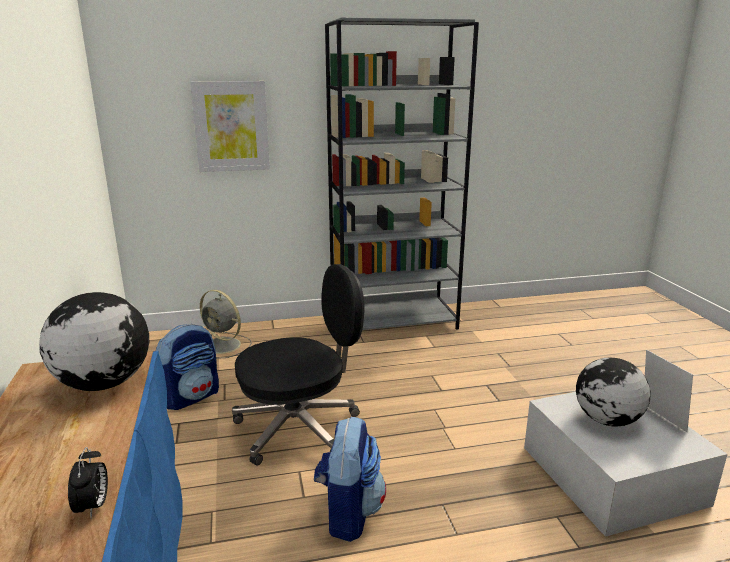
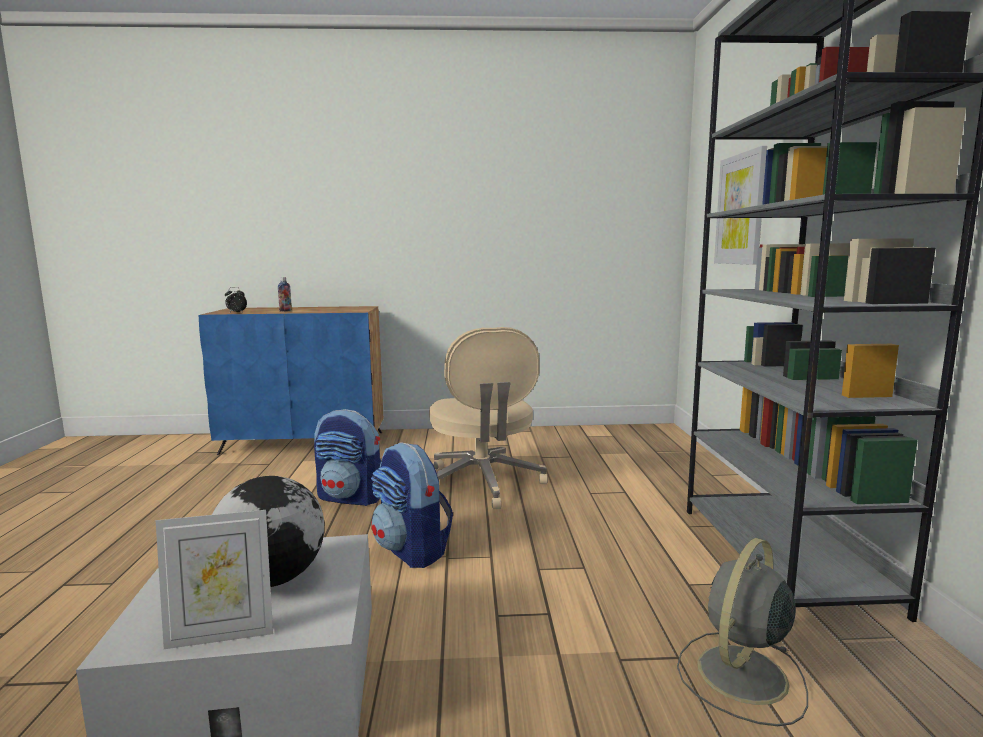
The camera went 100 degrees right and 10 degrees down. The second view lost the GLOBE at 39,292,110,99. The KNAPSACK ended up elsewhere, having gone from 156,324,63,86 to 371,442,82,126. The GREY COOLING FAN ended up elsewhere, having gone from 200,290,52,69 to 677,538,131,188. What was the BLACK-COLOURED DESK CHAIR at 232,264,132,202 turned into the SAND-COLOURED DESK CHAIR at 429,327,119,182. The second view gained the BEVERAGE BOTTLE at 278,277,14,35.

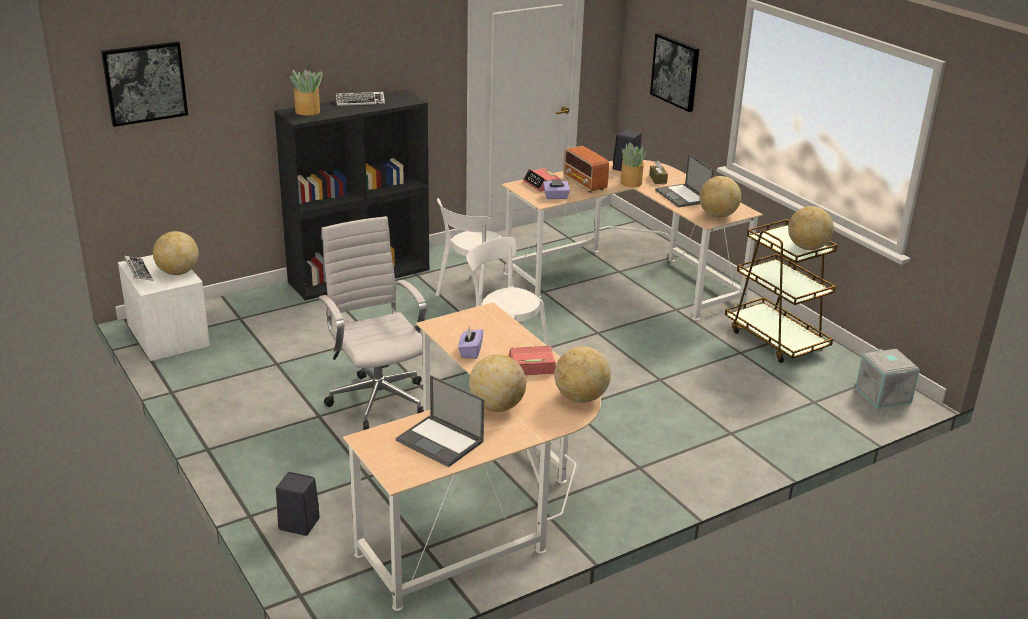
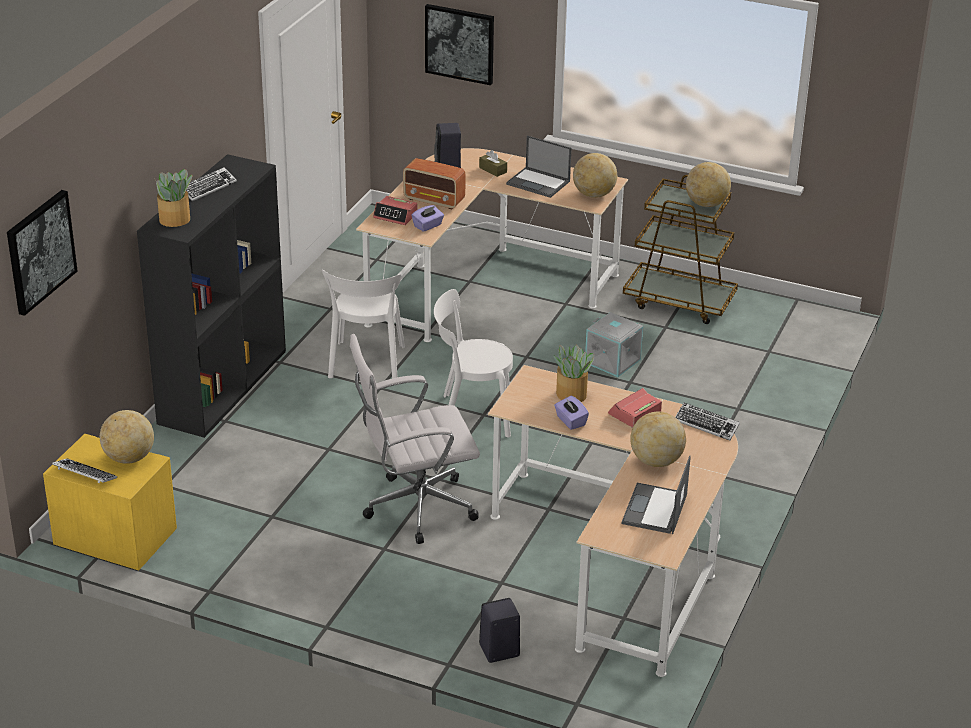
The camera went 35 degrees left and 5 degrees up. What was the WHITISH NIGHT TABLE at 118,255,92,106 turned into the YELLOWISH NIGHT TABLE at 43,434,134,137. The WHITISH DESK CHAIR at 319,216,108,214 ended up facing another way, 45 degrees counterclockwise from before. The PORTABLE COMPUTER at 396,375,88,92 ended up facing another way, 105 degrees clockwise from before. Where the GLOBE stood at 554,346,57,57, the COMPUTER KEYBOARD came to stand at 675,403,65,37. The PLANT IN A POT ended up elsewhere, having gone from 620,143,26,45 to 553,345,41,57. The GREY STORAGE CONTAINER ended up elsewhere, having gone from 855,349,65,60 to 585,312,58,65.

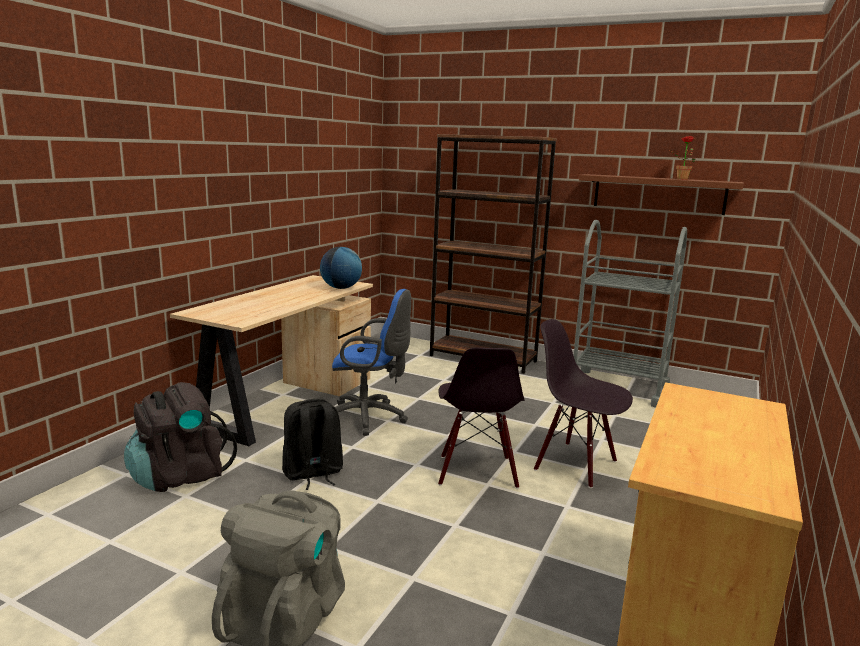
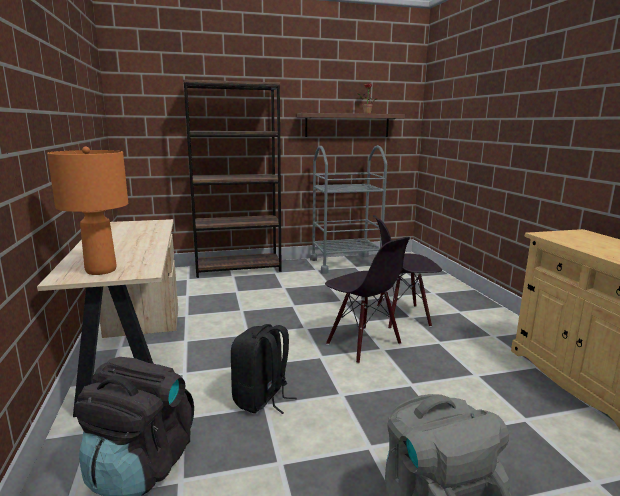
The camera went 40 degrees left and 0 degrees up. The second view lost the GLOBE at 320,247,42,42. The second view lost the BLUE DESK CHAIR at 332,289,79,147. The second view gained the ORANGE-COLOURED TABLETOP LAMP at 47,147,81,128.

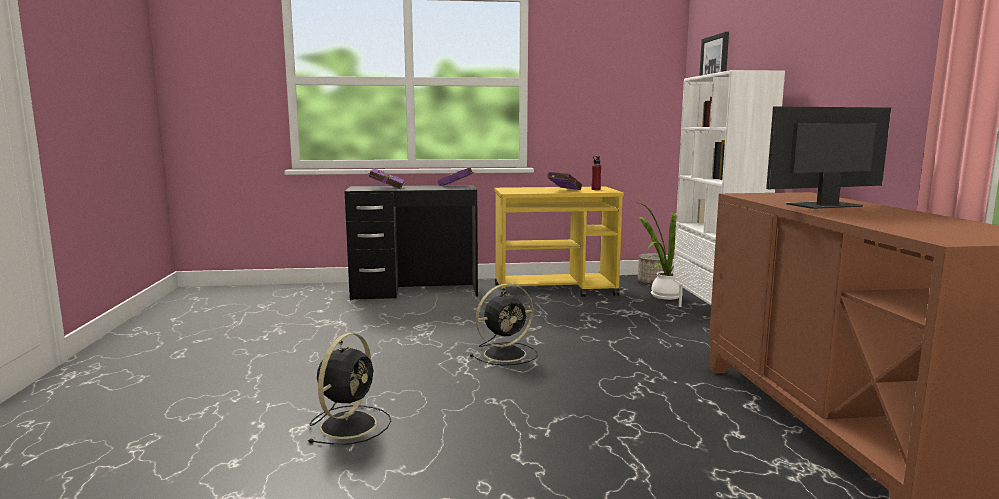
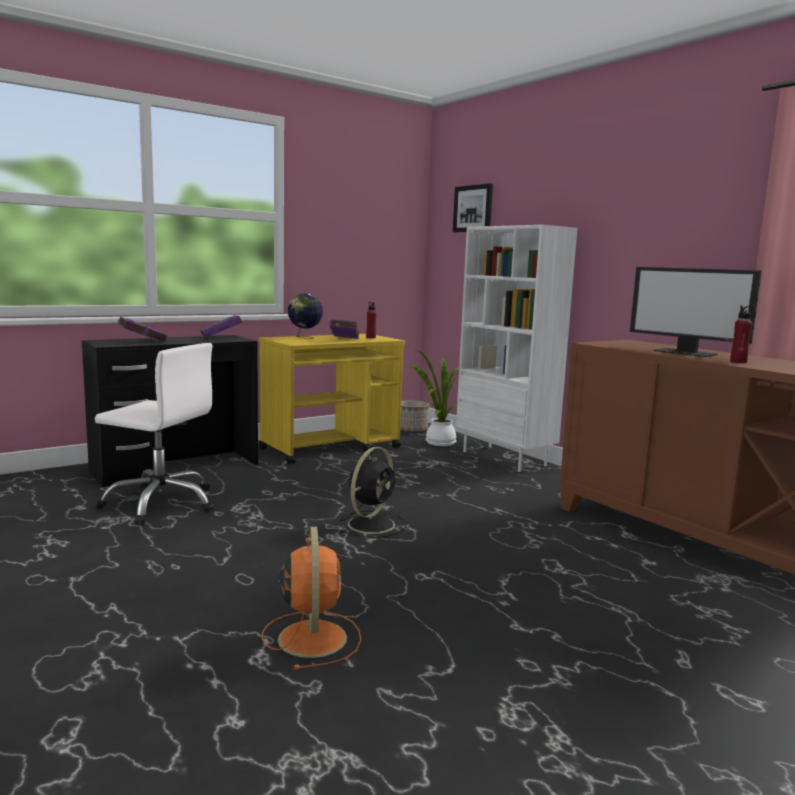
The camera went 30 degrees left and 0 degrees up. What was the BLACK-COLOURED COOLING FAN at 309,333,82,112 turned into the ORANGE-COLOURED COOLING FAN at 262,527,99,143. The MONITOR at 766,106,125,103 ended up facing another way, 90 degrees counterclockwise from before. The second view gained the WHITISH DESK CHAIR at 95,343,119,182. The second view gained the GLOBE at 288,293,35,46. The second view gained the RED-COLOURED BEVERAGE BOTTLE at 730,305,25,58.

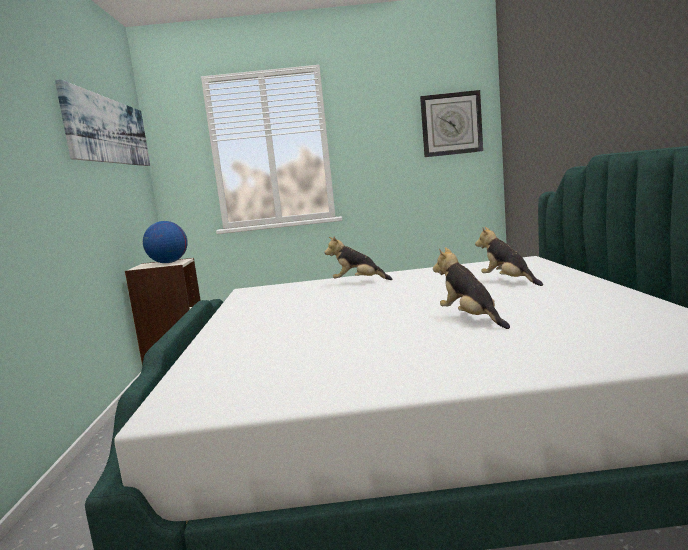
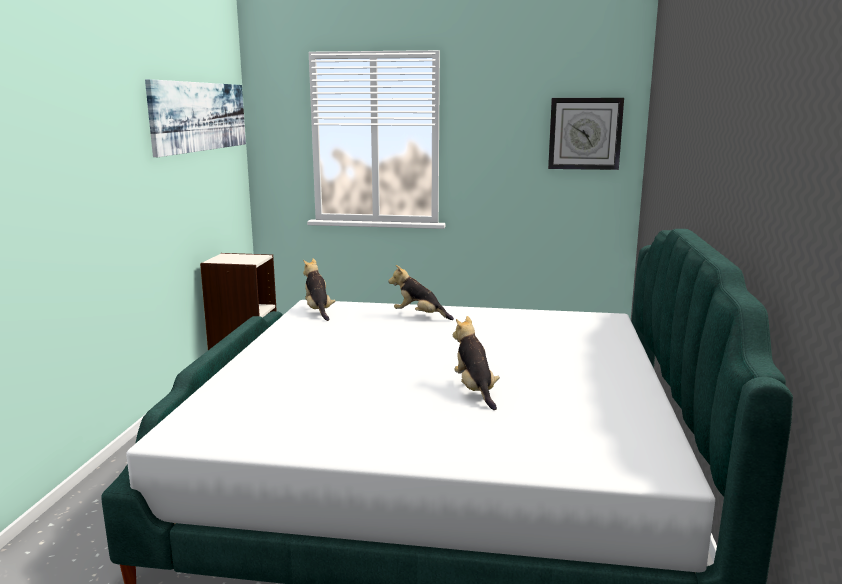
The camera went 10 degrees right and 5 degrees up. The second view lost the GLOBE at 143,221,45,42. The SOFT TOY ended up elsewhere, having gone from 475,227,68,59 to 303,258,32,63.

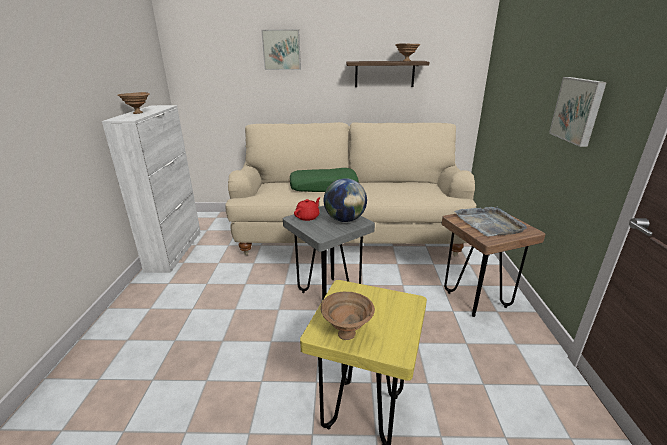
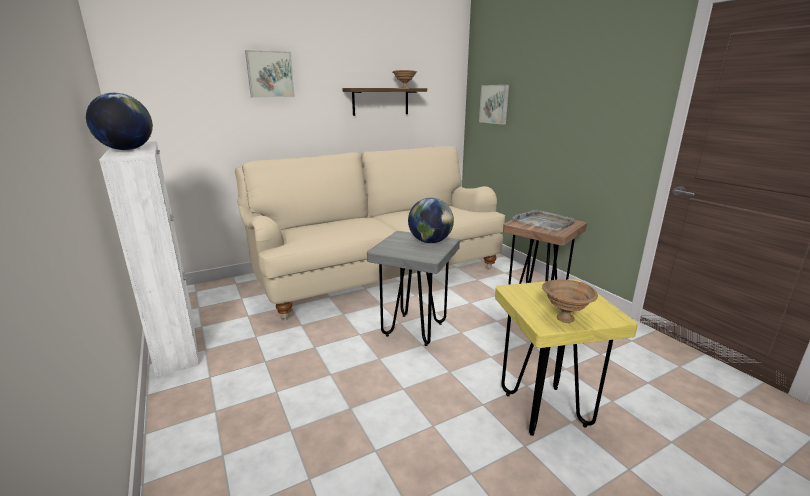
The camera went 30 degrees left and 5 degrees down. Where the BROWN-COLOURED DEEP DISH stood at 117,92,33,22, the GLOBE came to stand at 86,93,67,57. The second view lost the GREEN CUSHION at 290,168,69,24. The second view lost the RED-COLOURED POT FOR TEA at 294,197,27,24. The WALL ART ended up elsewhere, having gone from 549,77,58,70 to 479,85,30,40.

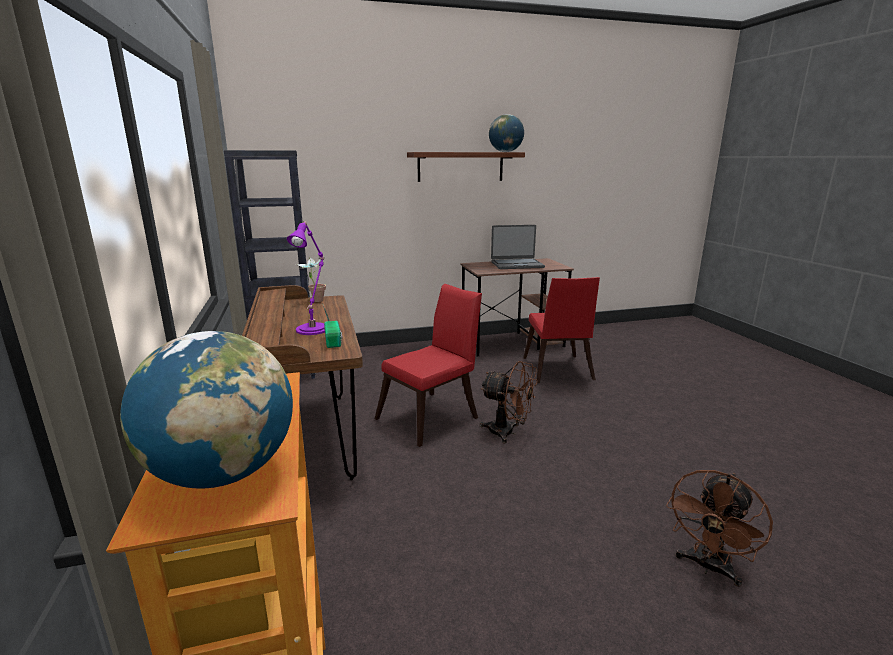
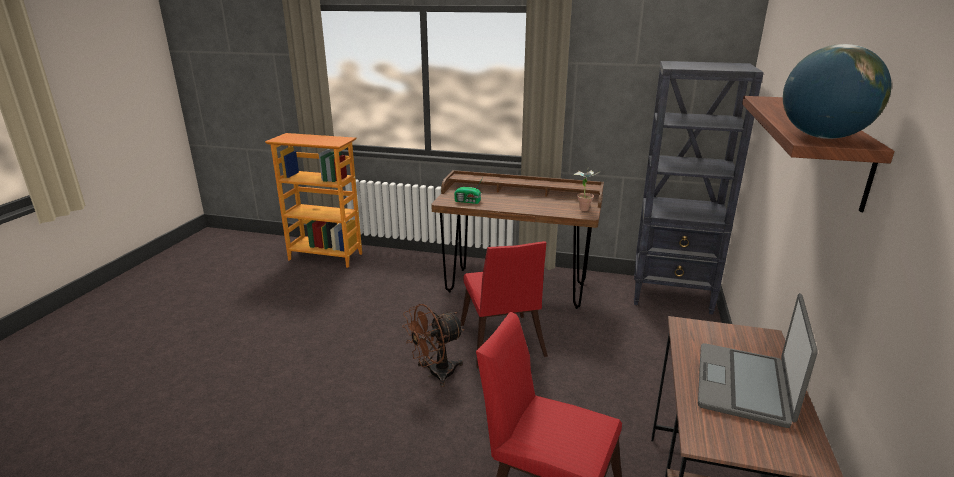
The camera went 120 degrees right and 5 degrees up. The second view lost the GLOBE at 120,331,173,158. The second view lost the PURPLE-COLOURED TABLETOP LAMP at 287,221,38,114. The second view lost the BROWN-COLOURED COOLING FAN at 666,470,107,117.

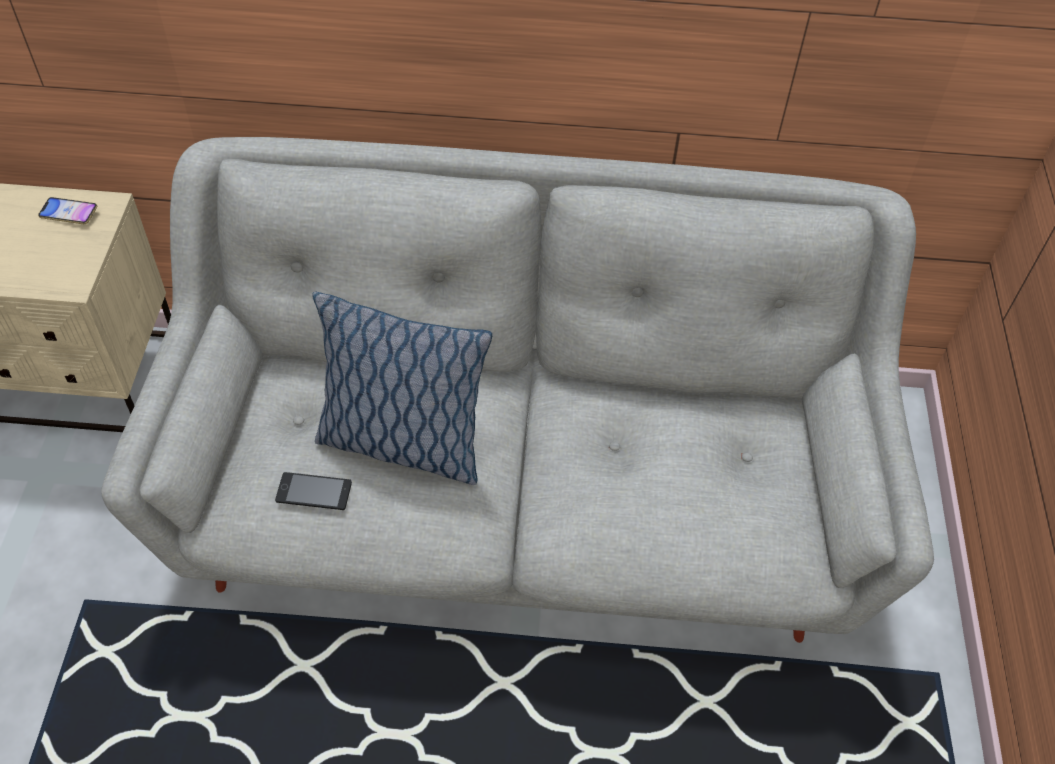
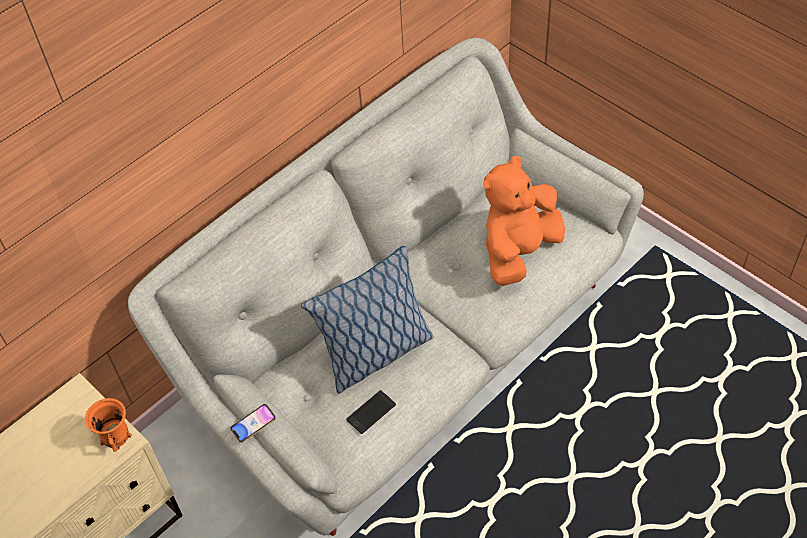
The camera went 45 degrees left and 0 degrees up. The TELEPHONE ended up elsewhere, having gone from 38,197,59,27 to 230,404,46,39. The second view gained the ORANGE-COLOURED COFFEE MUG at 85,398,47,54. The second view gained the ORANGE-COLOURED SOFT TOY at 483,156,82,130.

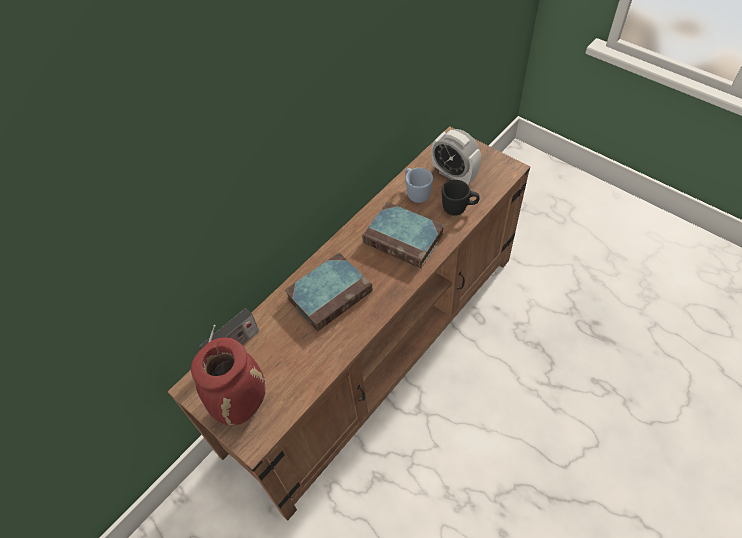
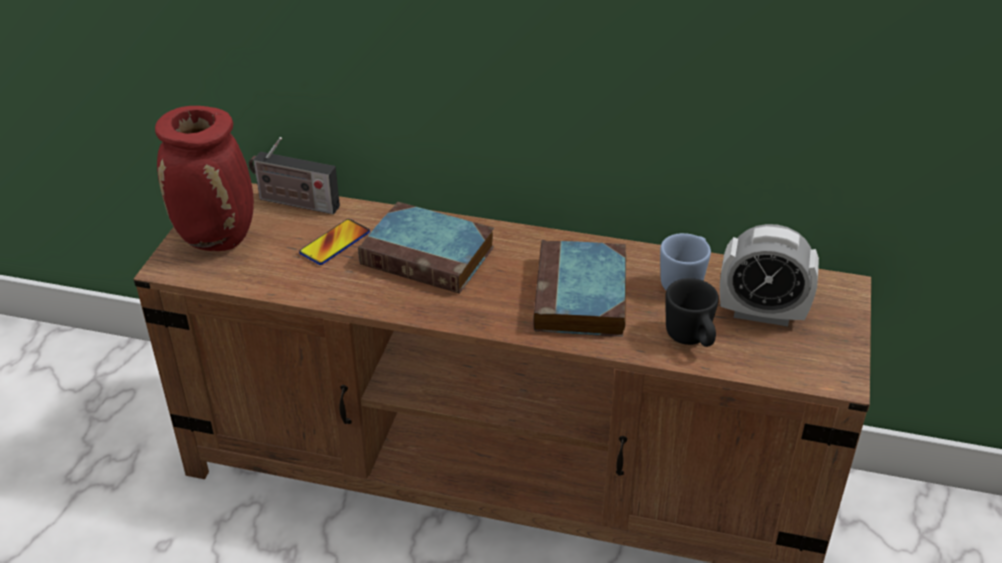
The camera went 60 degrees right and 15 degrees down. The BEDSIDE CLOCK at 431,129,50,55 ended up facing another way, 90 degrees counterclockwise from before. The second view gained the TELEPHONE at 299,219,71,46.

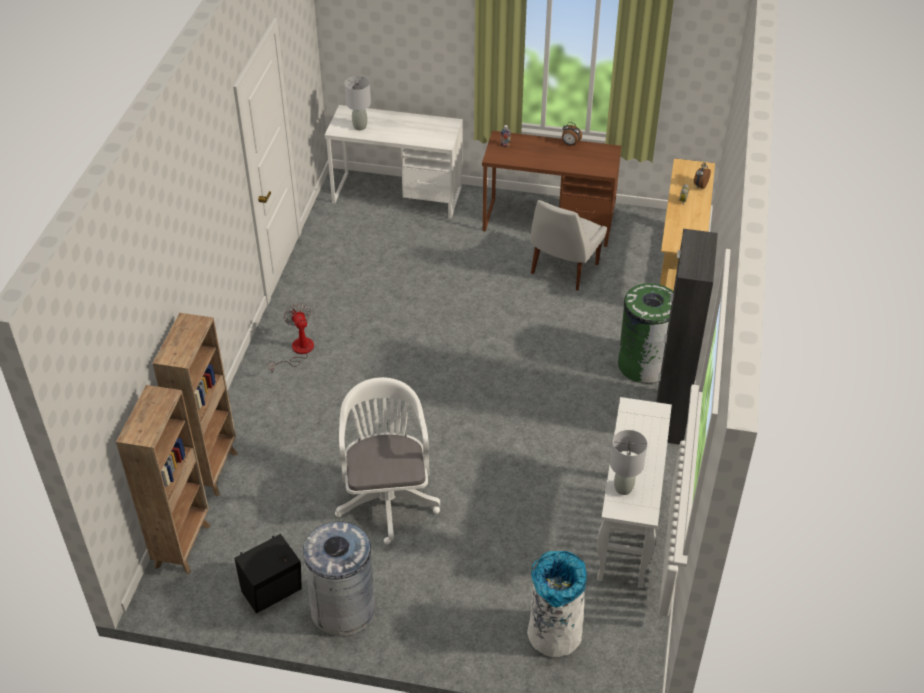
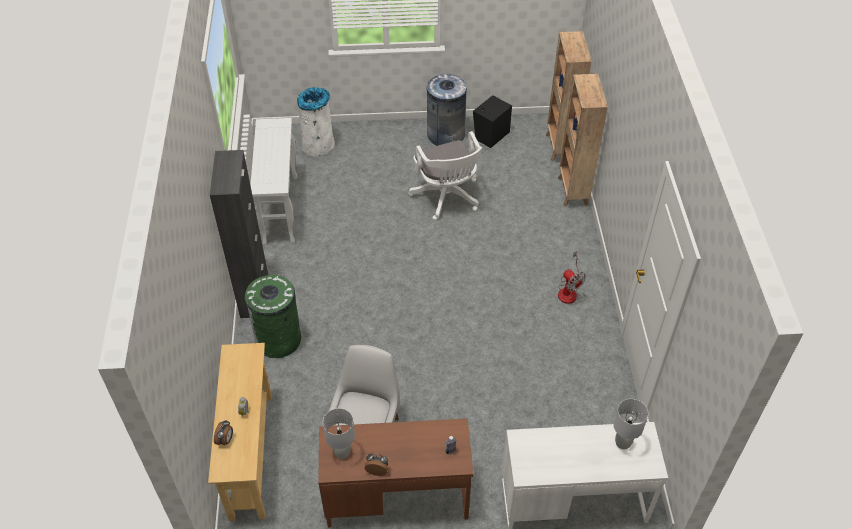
The camera went 165 degrees right and 5 degrees up. The GREY TABLETOP LAMP ended up elsewhere, having gone from 610,430,38,65 to 323,408,32,51.

